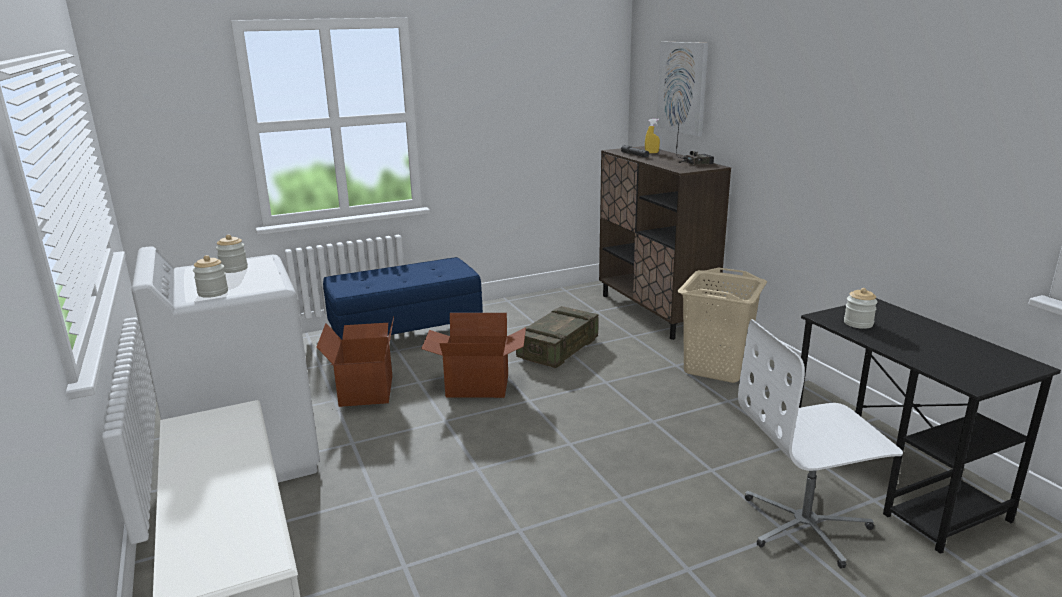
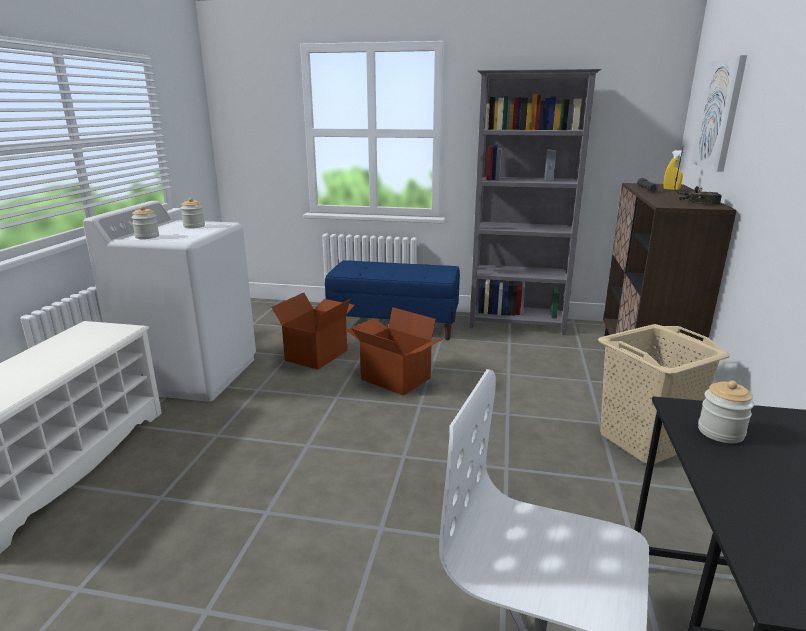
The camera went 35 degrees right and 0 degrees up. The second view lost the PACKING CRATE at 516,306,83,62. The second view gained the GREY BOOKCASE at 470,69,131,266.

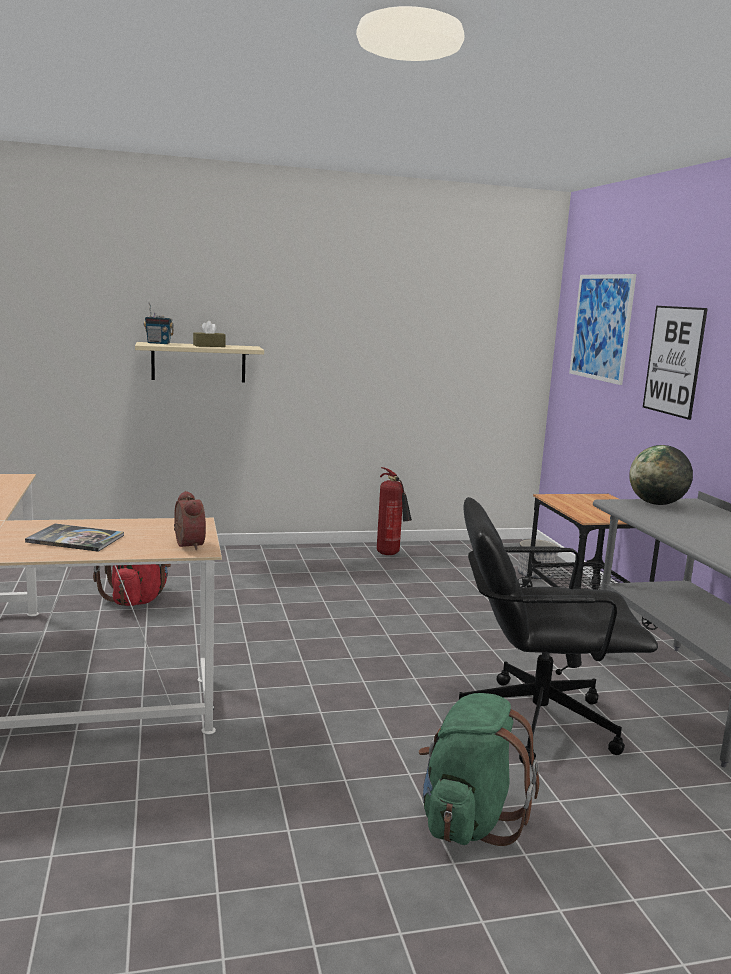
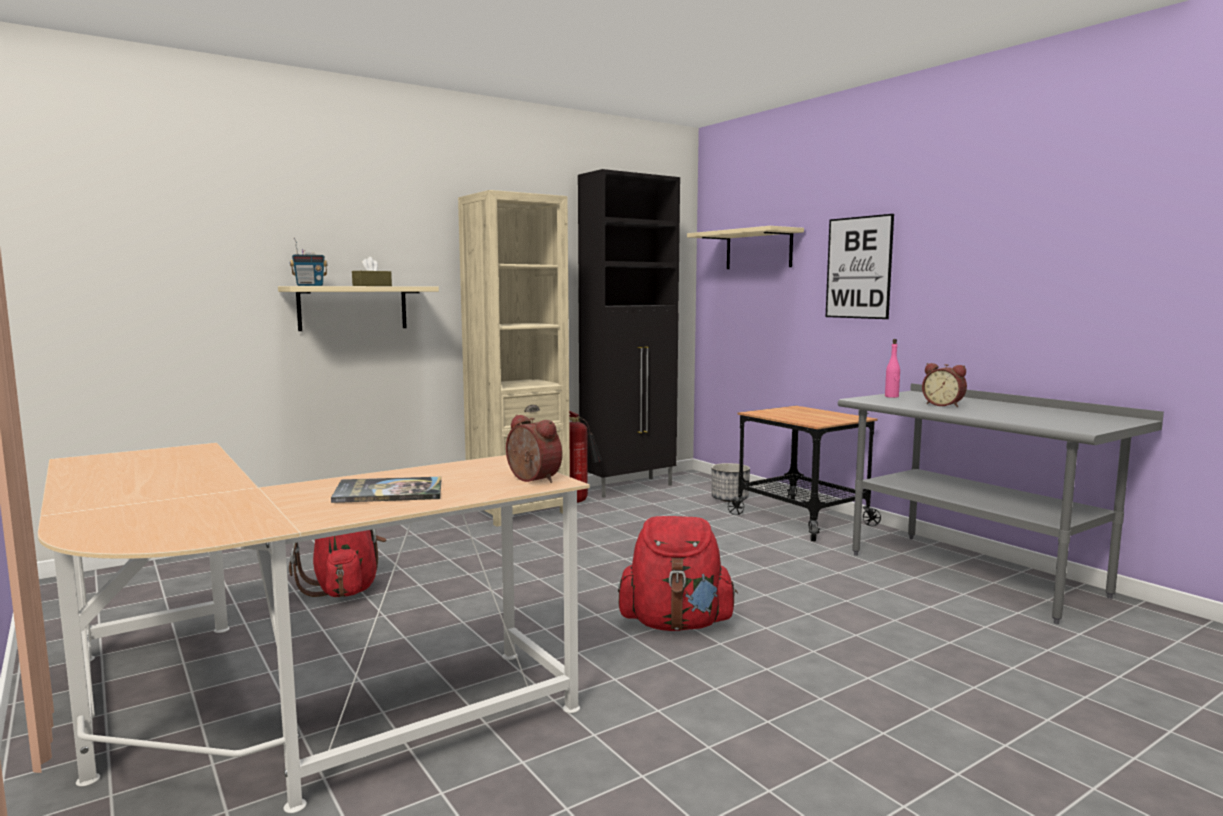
The camera went 20 degrees left and 5 degrees down. The second view lost the GREEN KNAPSACK at 419,693,120,153. The second view lost the BLACK-COLOURED DESK CHAIR at 459,497,199,268. Where the WALL ART hung at 569,274,67,111, the SAND-COLOURED SHELF came to hang at 687,226,117,43. Where the GLOBE stood at 629,445,64,60, the PINKISH BEVERAGE BOTTLE came to stand at 885,339,15,59. The second view gained the SAND-COLOURED BOOKCASE at 458,190,112,337. The second view gained the BLACK-COLOURED STORAGE CABINET at 578,169,102,329. The second view gained the RED-COLOURED KNAPSACK at 618,516,120,115. The second view gained the BEDSIDE CLOCK at 922,363,45,44.

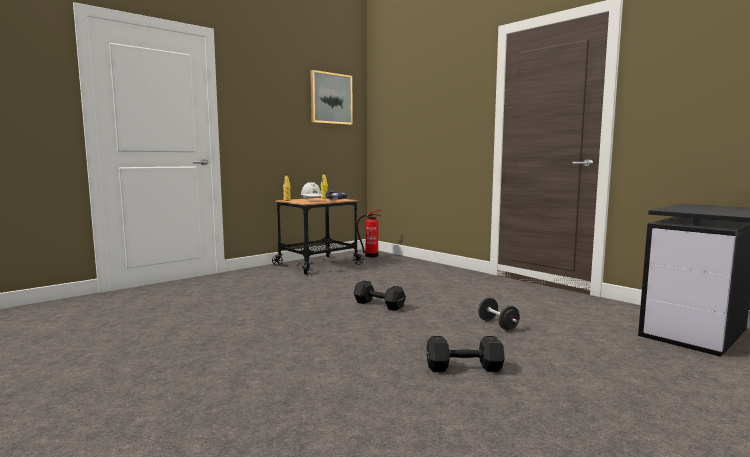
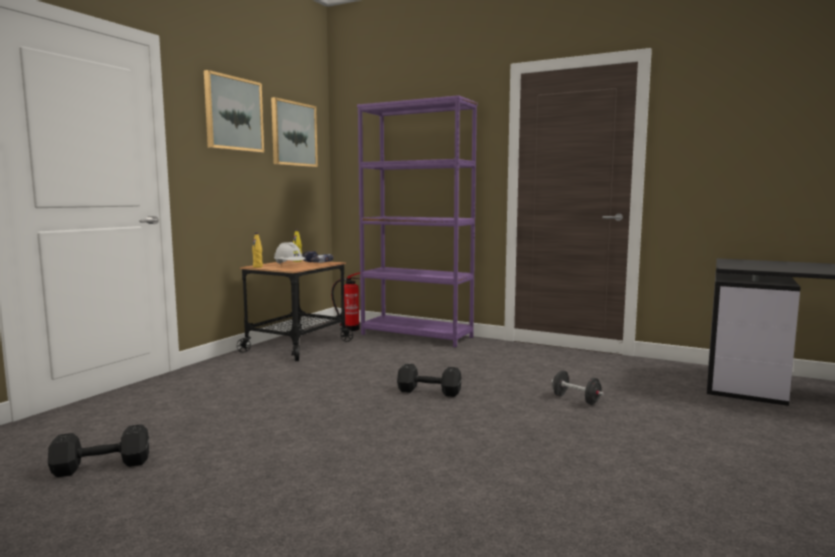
The camera went 20 degrees left and 0 degrees up. The BLACK-COLOURED DUMBBELL ended up elsewhere, having gone from 427,336,78,36 to 48,424,101,53. The second view gained the WALL ART at 204,70,60,83. The second view gained the PURPLE-COLOURED BOOKCASE at 357,95,120,252.

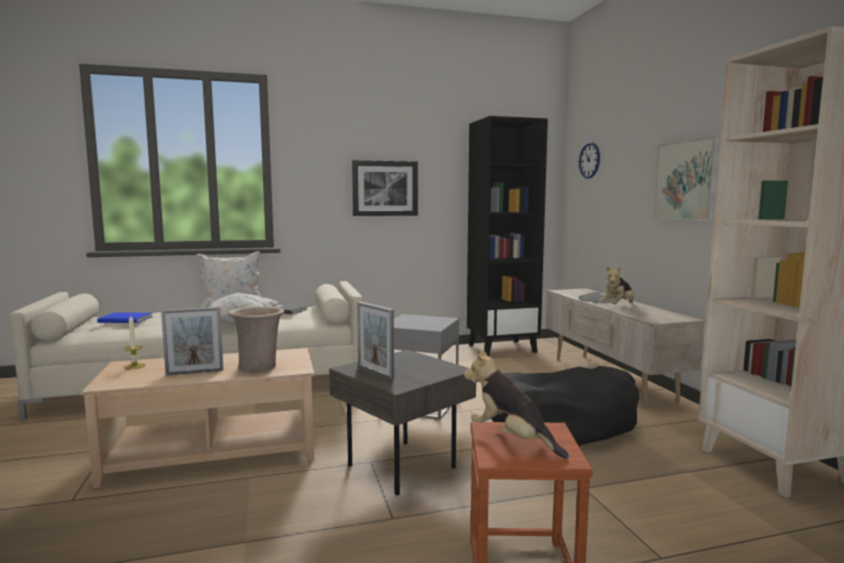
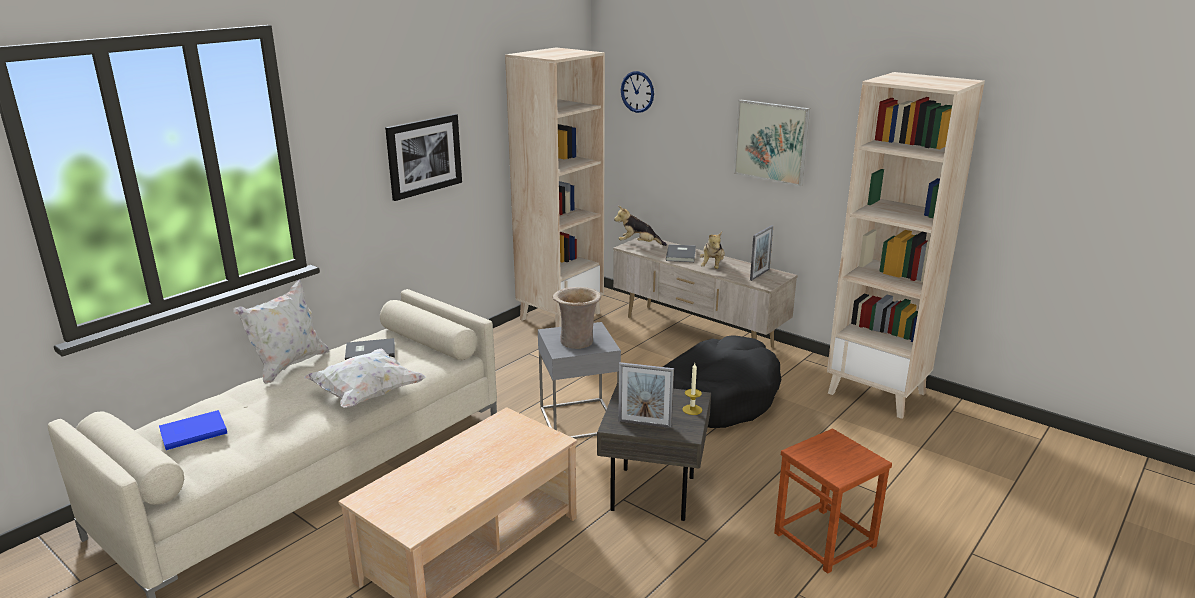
The camera went 35 degrees left and 15 degrees up. The CANDLE ended up elsewhere, having gone from 124,316,22,54 to 682,363,20,52. The STANDING FRAME ended up elsewhere, having gone from 161,307,63,68 to 750,225,23,56. The SAND-COLOURED DECORATIVE VASE ended up elsewhere, having gone from 228,306,57,67 to 553,287,48,62. The SOFT TOY ended up elsewhere, having gone from 464,348,105,111 to 614,206,53,40. What was the BLACK-COLOURED BOOKCASE at 467,116,81,240 turned into the SAND-COLOURED BOOKCASE at 505,47,100,280.

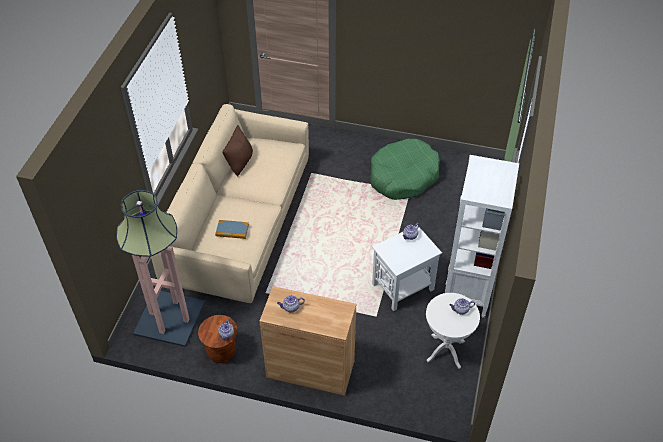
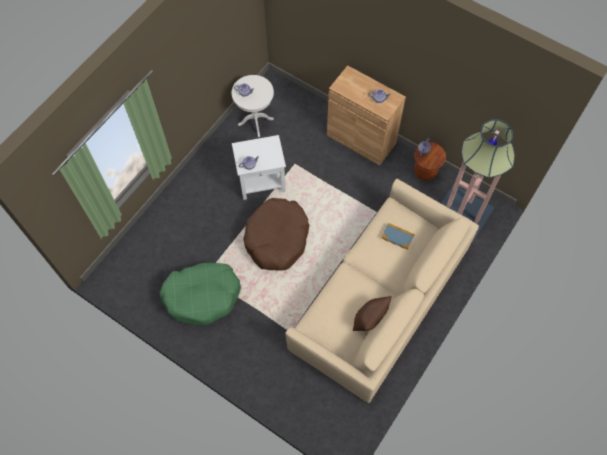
The camera went 160 degrees left and 15 degrees up. The second view lost the WHITISH BOOKCASE at 445,155,74,163. The second view gained the BROWN-COLOURED DOG BED at 243,198,67,73.

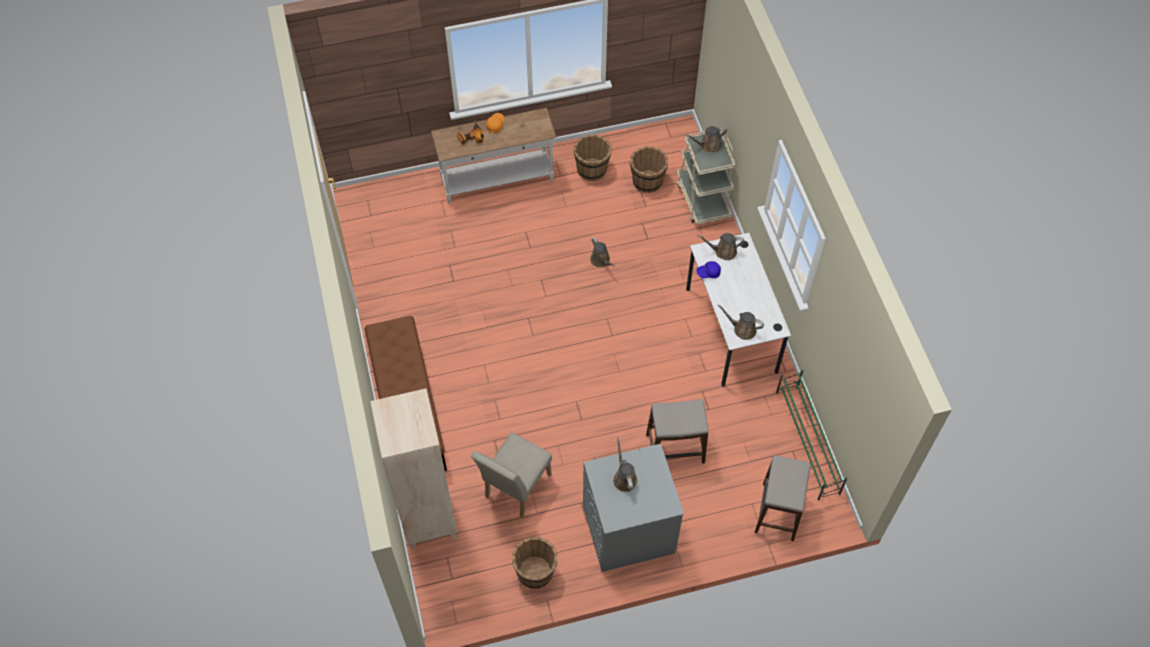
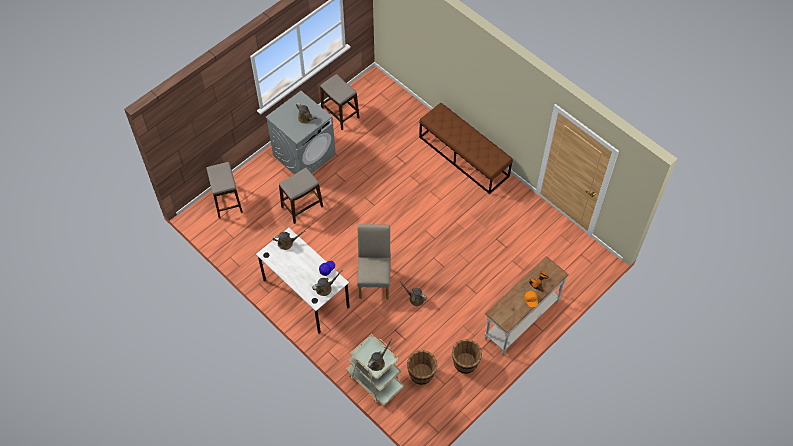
The camera went 150 degrees right and 0 degrees up. The second view lost the SAND-COLOURED BOOKCASE at 370,389,88,161. The SAND-COLOURED PLAIN CHAIR ended up elsewhere, having gone from 471,433,81,85 to 357,224,34,75. Where the BROWN-COLOURED BUCKET stood at 512,537,46,52, the SITTING STOOL came to stand at 320,74,40,56. The second view lost the GREEN SHOE RACK at 776,369,72,131.

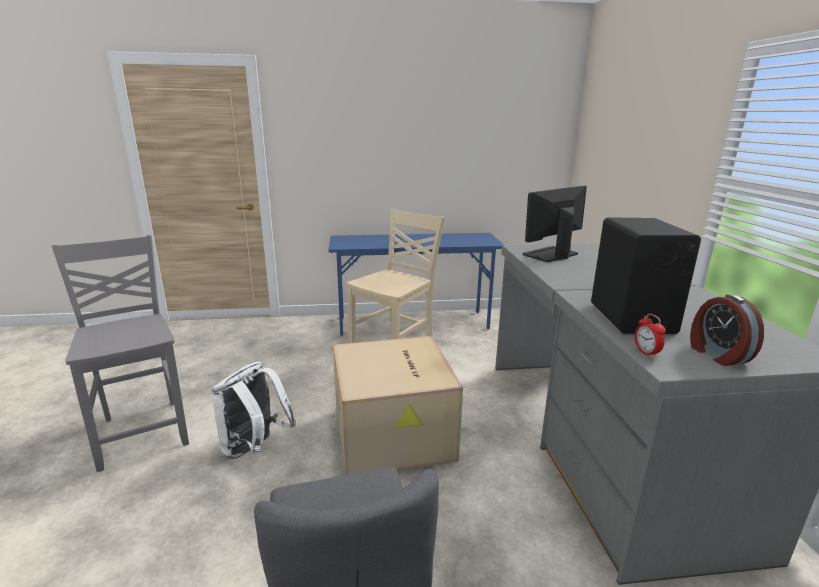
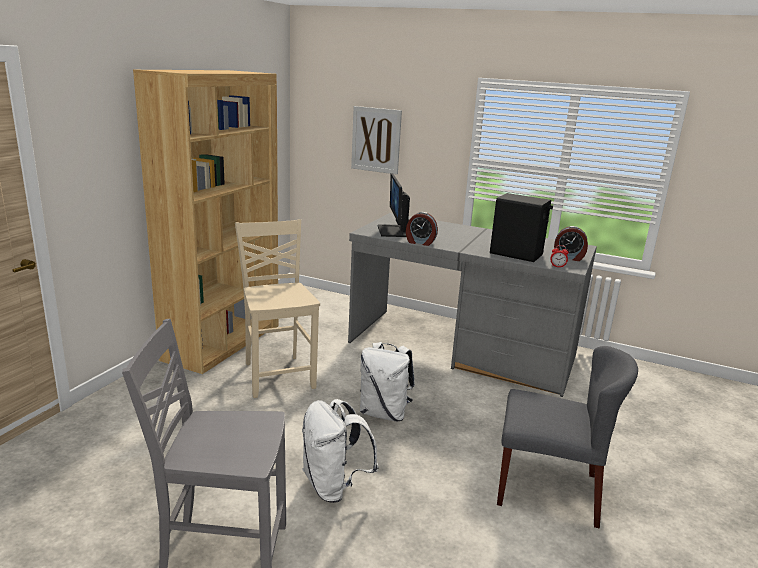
The camera went 60 degrees left and 0 degrees up. Where the BLUE DESK TABLE stood at 329,233,175,103, the BROWN-COLOURED BOOKCASE came to stand at 133,70,146,304. Where the CARDBOARD BOX stood at 333,336,130,139, the WHITISH KNAPSACK came to stand at 360,342,55,80. The second view gained the WALL ART at 351,106,51,68. The second view gained the BEDSIDE CLOCK at 406,212,32,34.

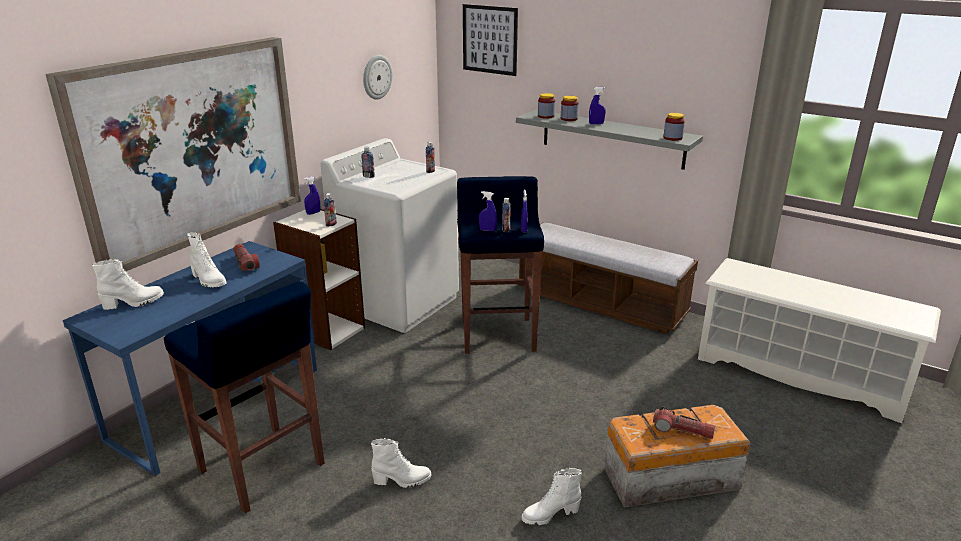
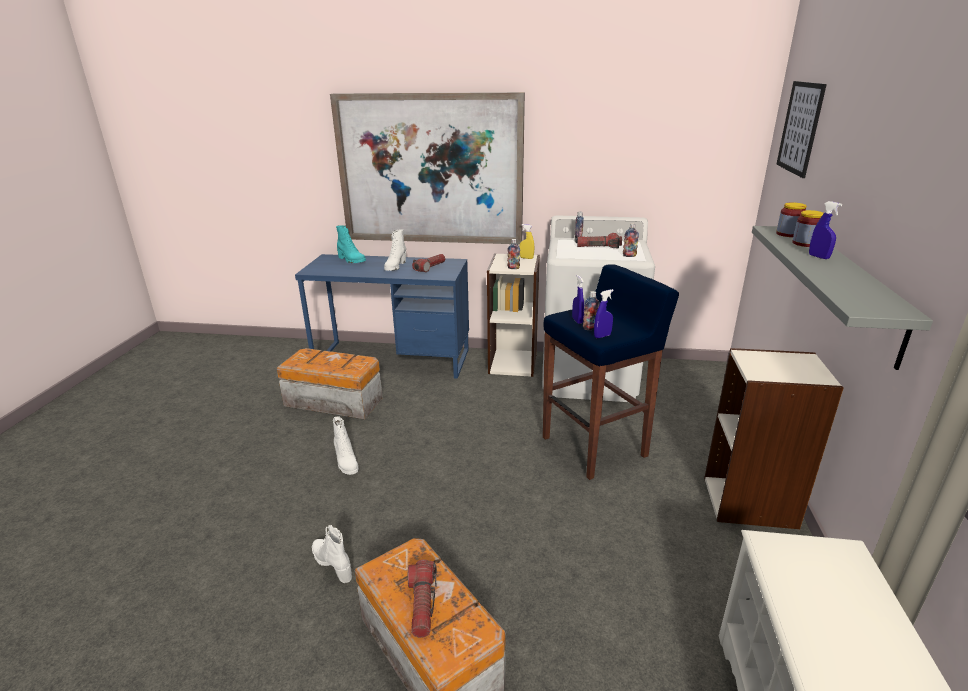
The camera went 65 degrees right and 0 degrees up. What was the WHITISH TALL BOOT at 92,259,72,51 turned into the TURQUOISE-COLOURED TALL BOOT at 336,225,30,38. Where the BLUE SITTING STOOL stood at 164,281,161,233, the STORAGE CONTAINER came to stand at 277,348,106,71. What was the BLUE HAND SPRAYER at 304,176,16,39 turned into the YELLOWISH HAND SPRAYER at 519,224,15,35. The second view lost the WALL CLOCK at 363,55,30,45. Where the BENCH stood at 517,223,181,111, the BOOKCASE came to stand at 704,348,140,181. The second view lost the STORAGE JAR at 664,113,21,28. The second view gained the TORCH at 577,233,45,16.

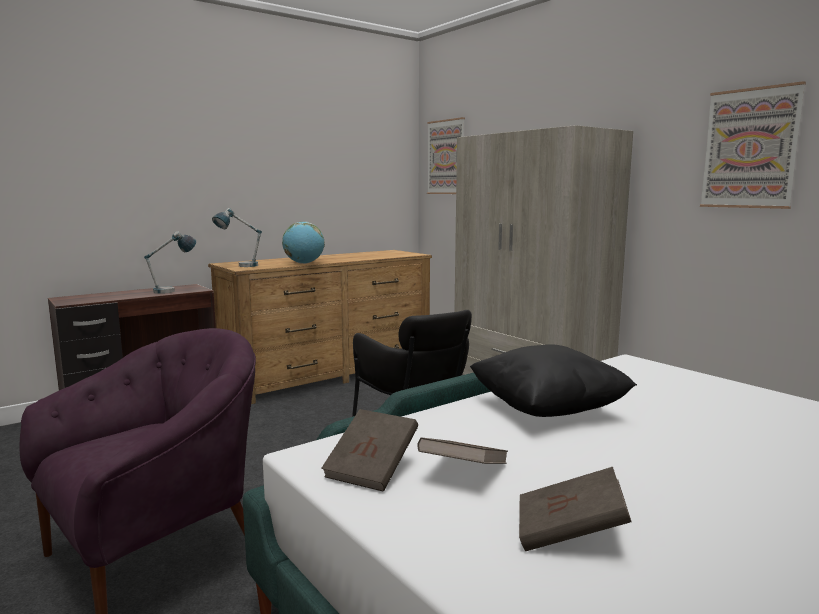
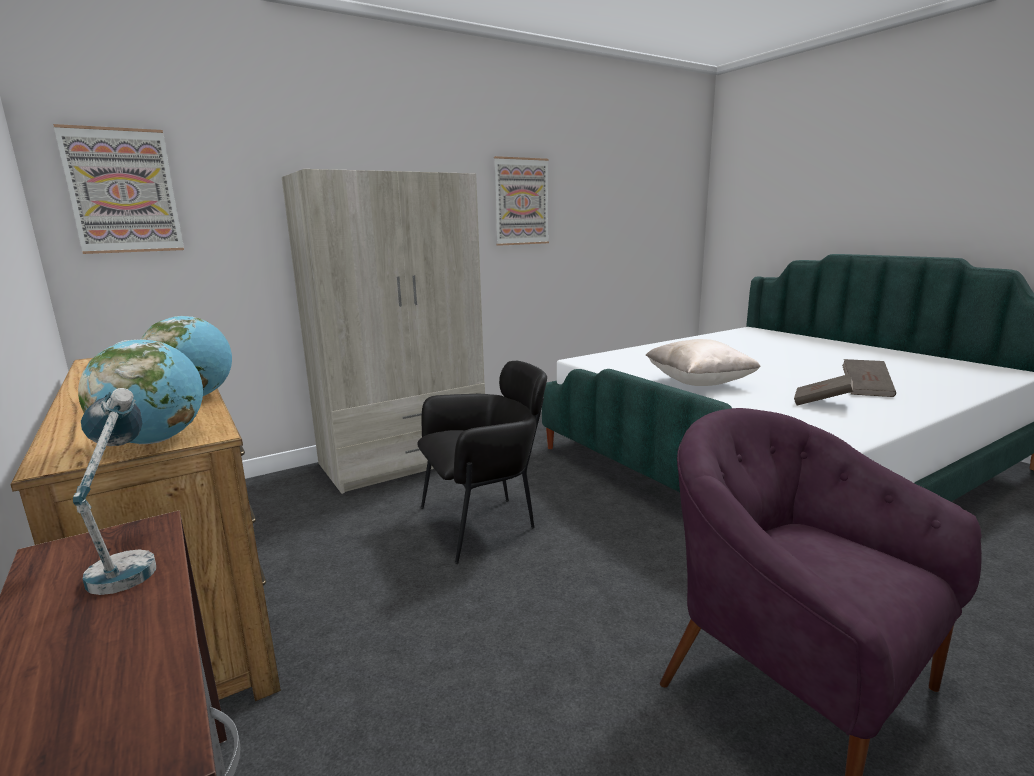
The camera went 85 degrees left and 5 degrees up. Where the TABLETOP LAMP stood at 212,208,50,59, the GLOBE came to stand at 78,339,125,105. The second view lost the BROWN-COLOURED BOUND BOOK at 321,409,97,83. What was the BLACK-COLOURED CUSHION at 470,344,167,73 turned into the SAND-COLOURED CUSHION at 645,339,116,47.

